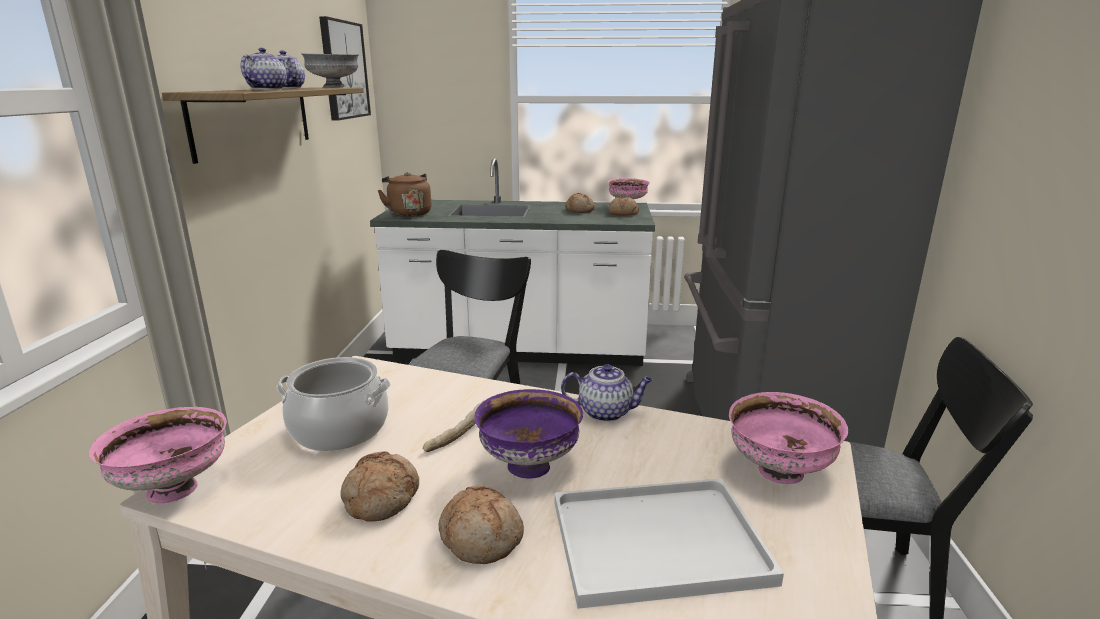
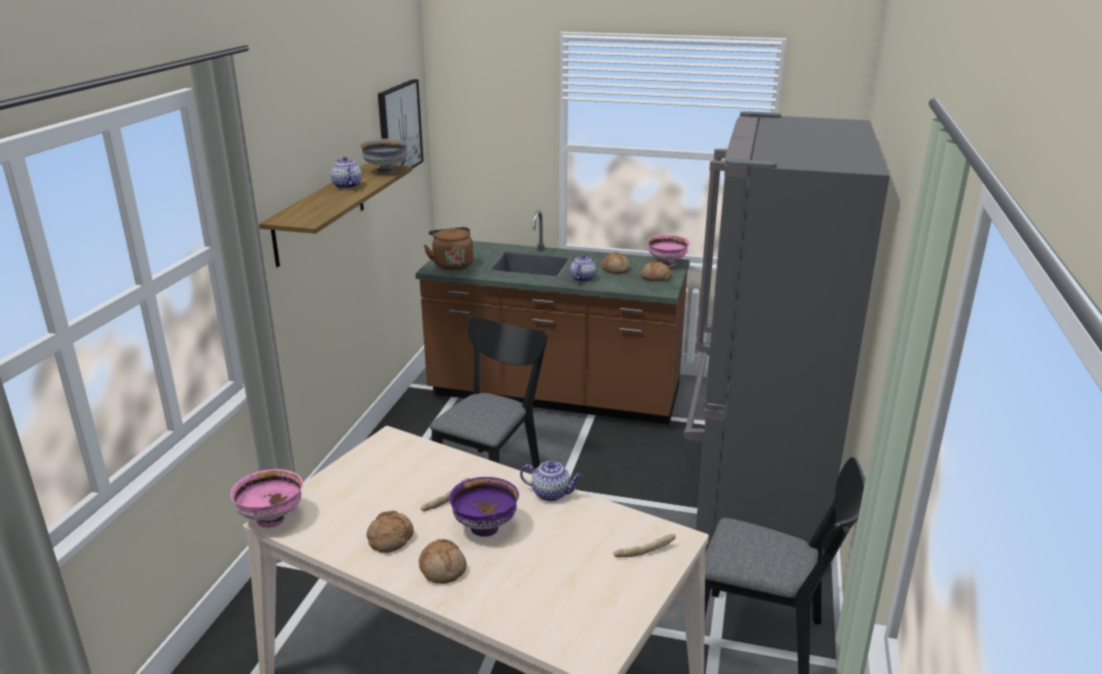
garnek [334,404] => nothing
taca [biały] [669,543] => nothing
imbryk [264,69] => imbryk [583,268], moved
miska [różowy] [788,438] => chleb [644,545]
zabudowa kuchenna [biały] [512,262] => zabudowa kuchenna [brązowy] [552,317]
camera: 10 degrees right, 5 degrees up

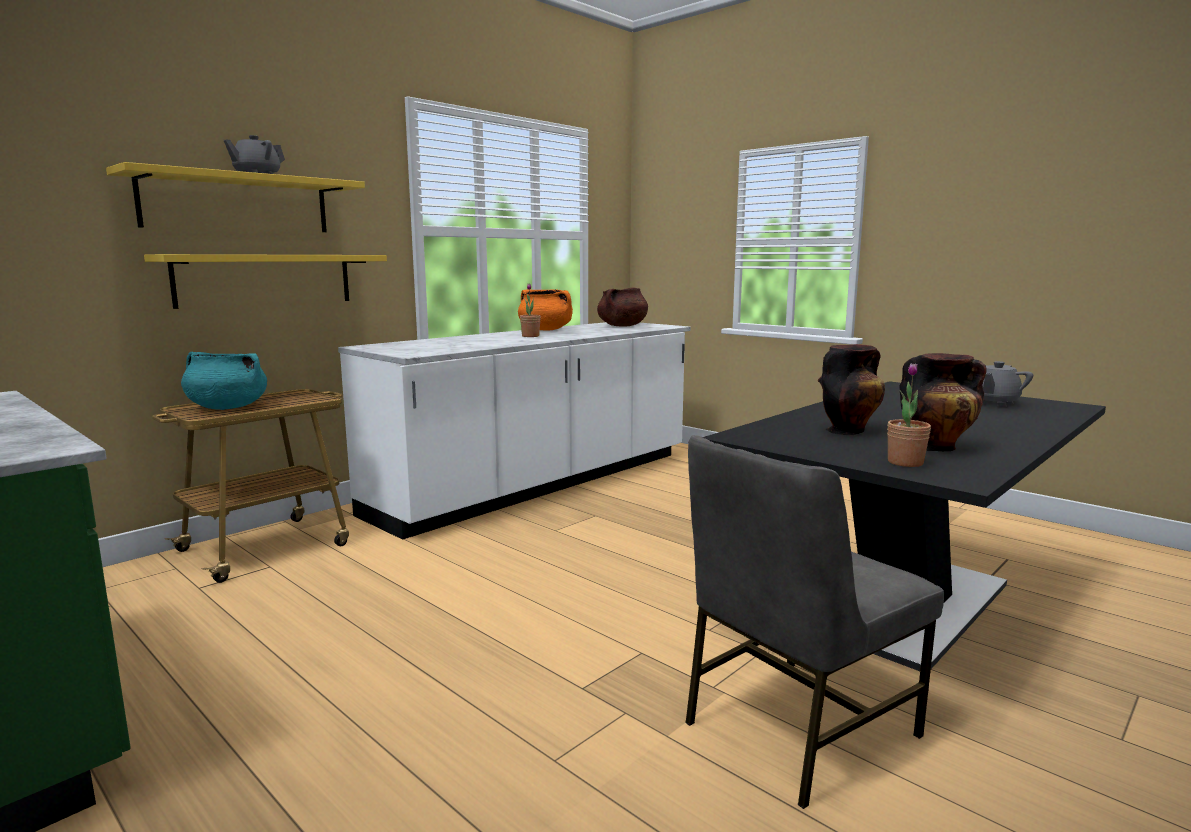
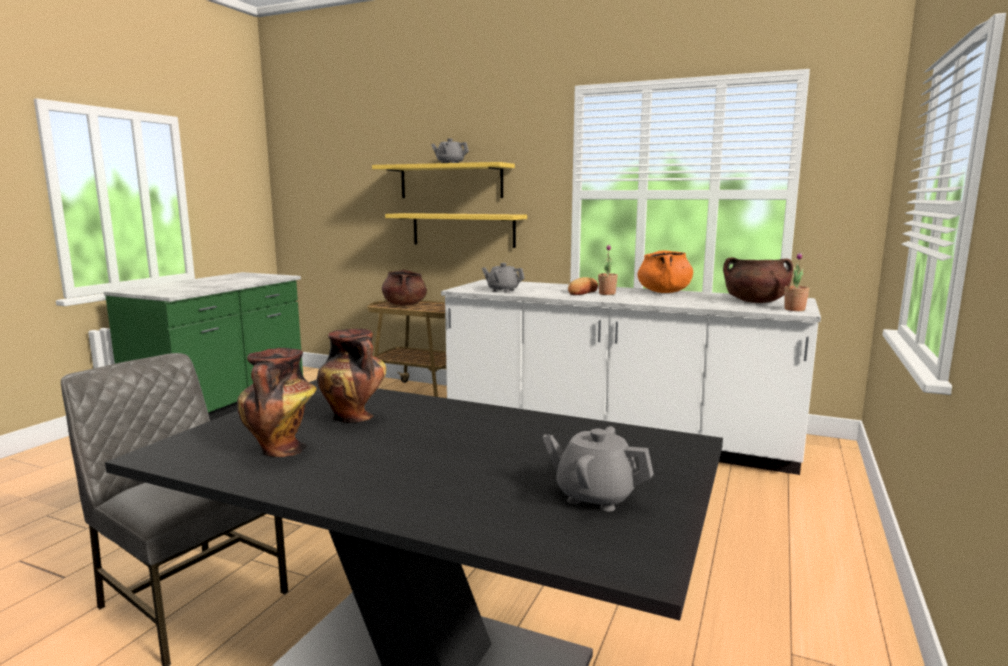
nothing => imbryk [szary] [503,278]
nothing => chleb [583,286]
roślina doniczkowa [909,415] => roślina doniczkowa [796,281], moved
garnek [turkusowy] [224,381] => garnek [brązowy] [404,287]
camera: 70 degrees right, 0 degrees up

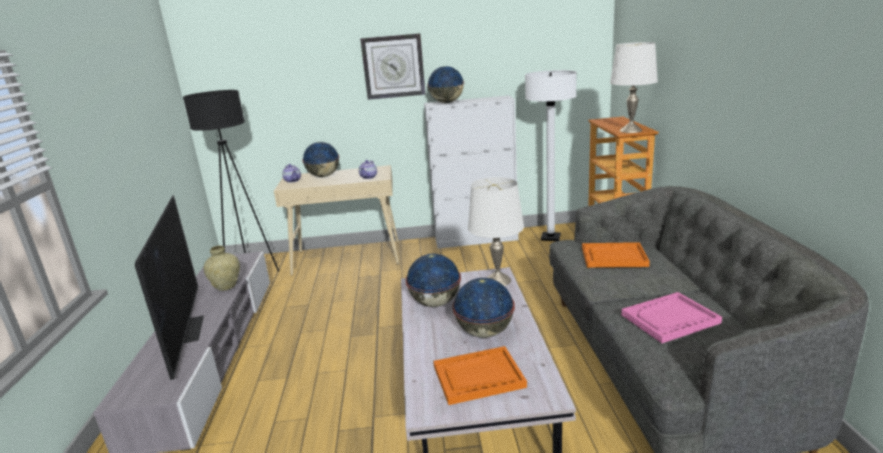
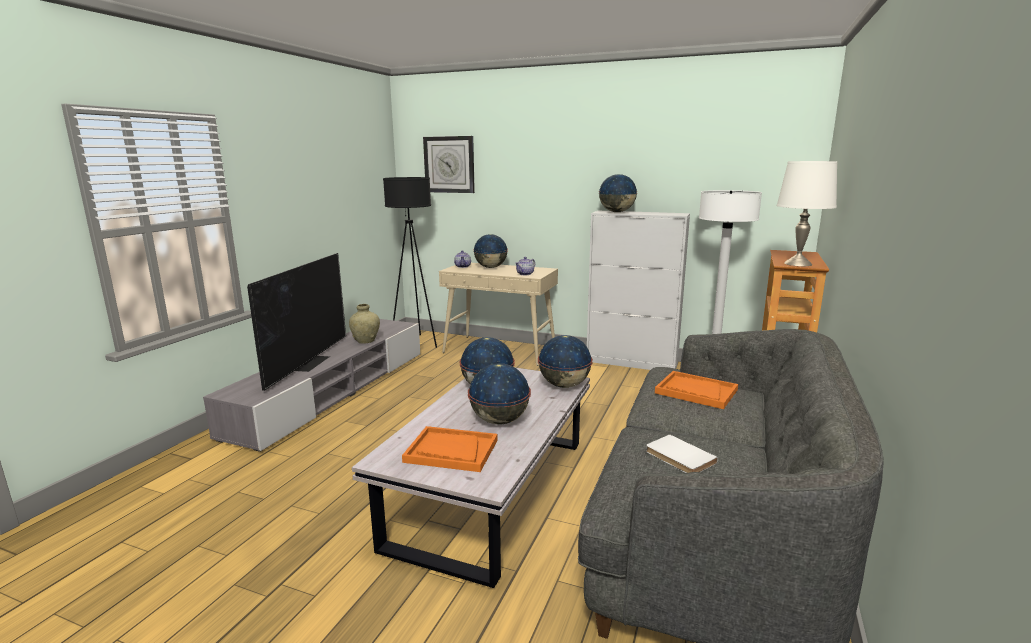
zegar ścienny [393,66] => zegar ścienny [449,164], moved
lampa stołowa [biały] [496,231] => globus [565,361]
taca [różowy] [671,317] => książka [biały] [682,453]
camera: 25 degrees right, 5 degrees down

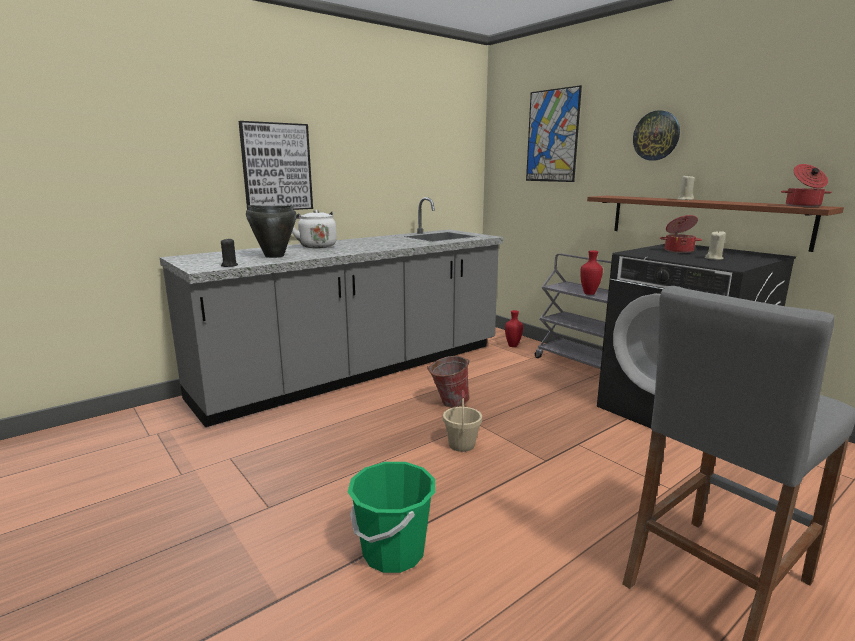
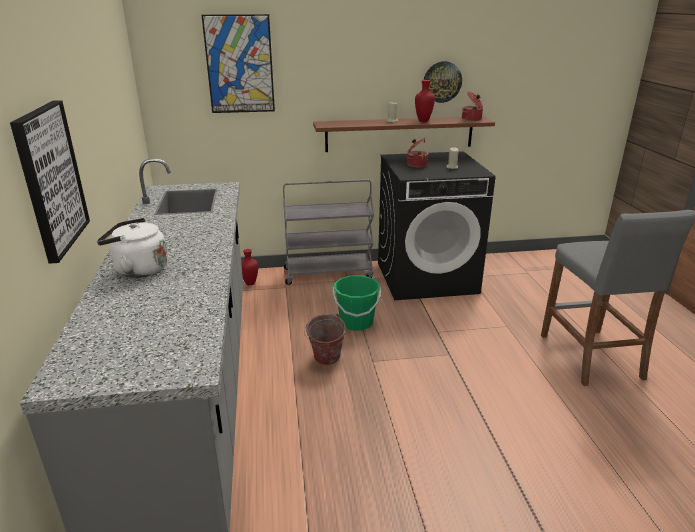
świeca [czarny] [229,252] => nothing
garnek [czarny] [271,231] => nothing
wiadro [beżowy] [462,421] => nothing
wiadro [zielony] [391,517] => wiadro [zielony] [357,303], moved
wazon [czerwony] [591,272] => wazon [czerwony] [425,101], moved
zegar ścienny [656,135] => zegar ścienny [443,82], moved
camera: 60 degrees left, 10 degrees up

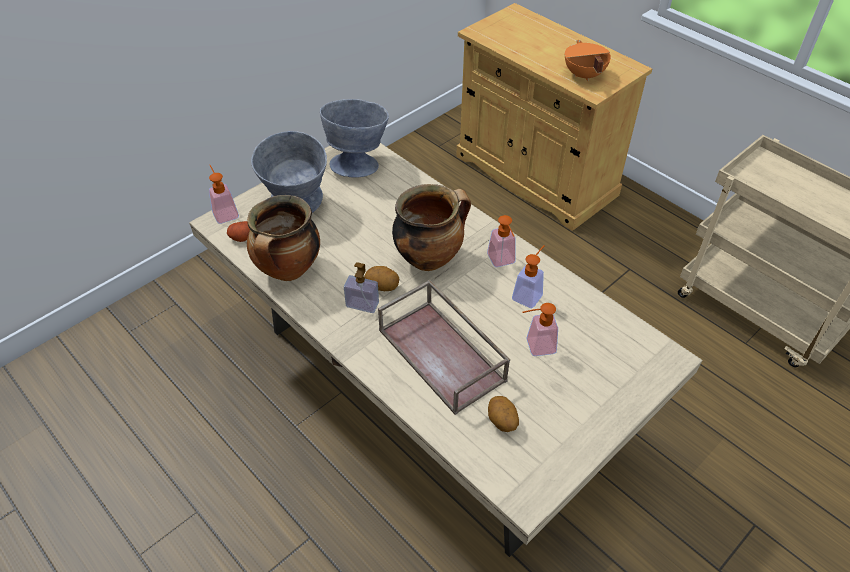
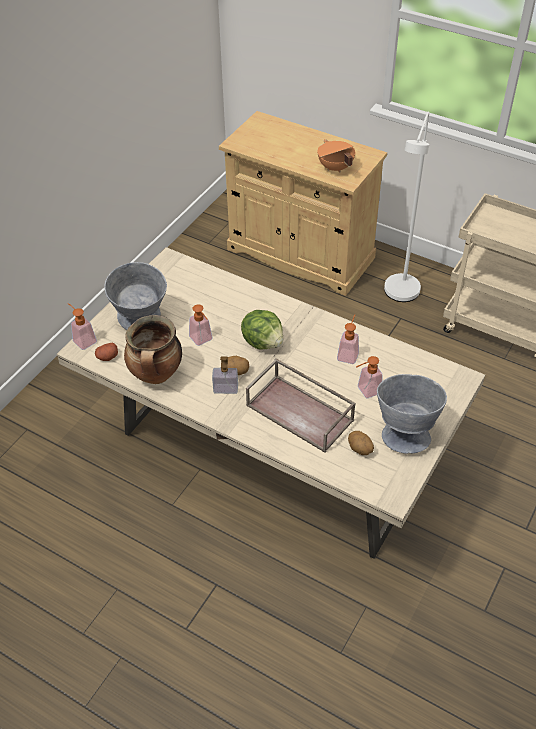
nothing => lampa stojąca [biały] [406,207]
miska [szary] [354,138] => miska [szary] [412,414], moved
dozownik mydła [501,241] => dozownik mydła [201,325], moved
garnek [431,227] => sałata [262,329]
camera: 15 degrees left, 0 degrees up

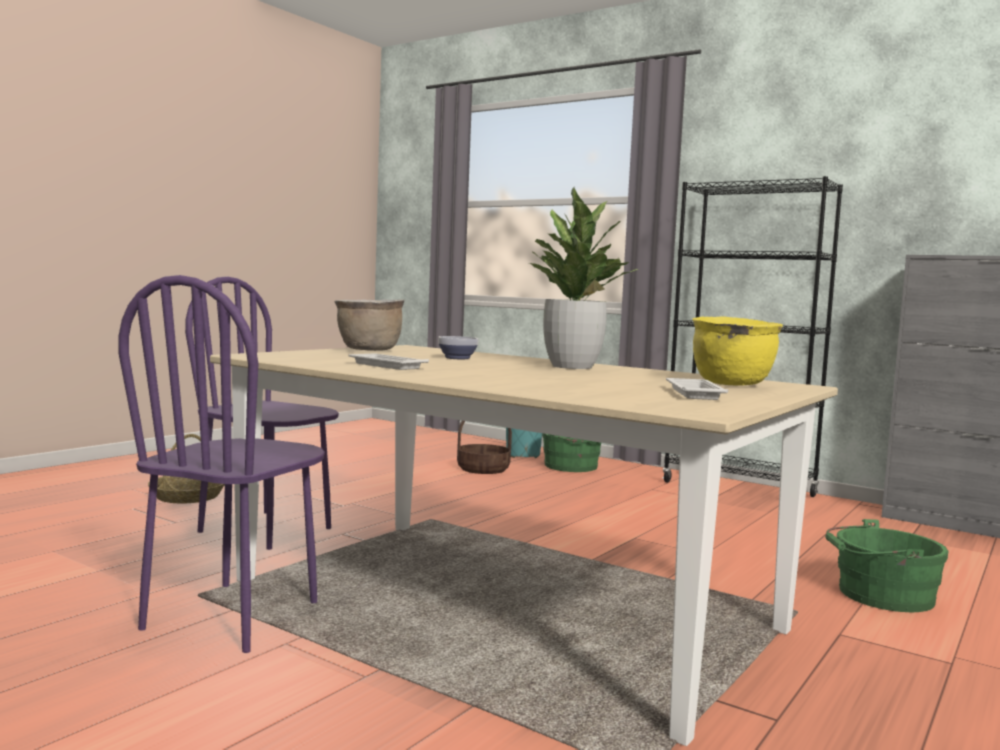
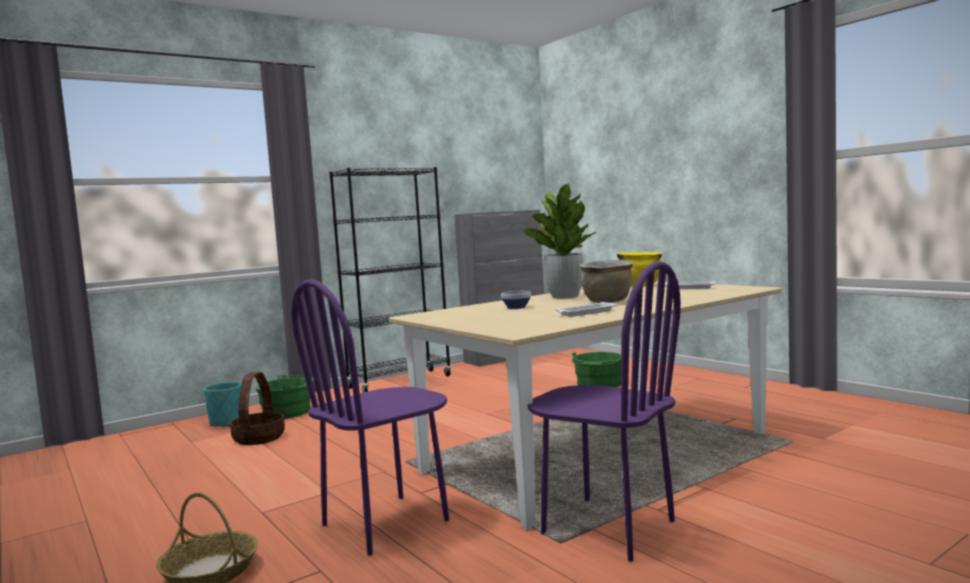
garnek [brązowy] [370,325] => garnek [brązowy] [606,281], moved
camera: 70 degrees left, 0 degrees up

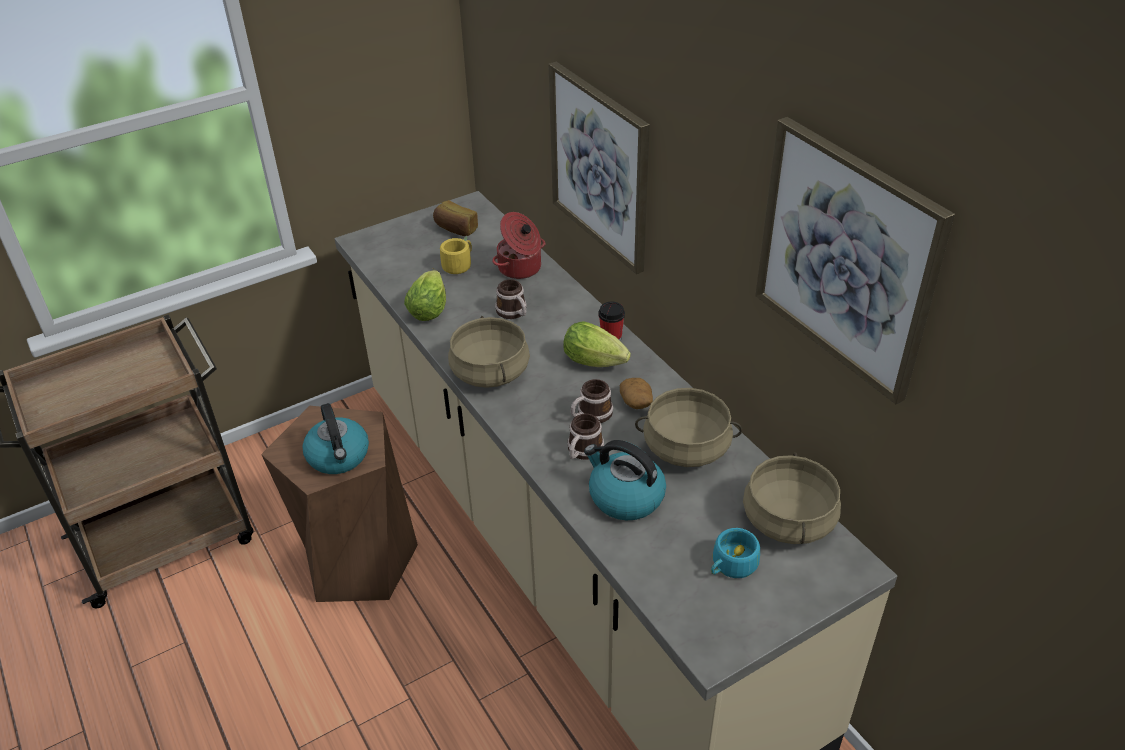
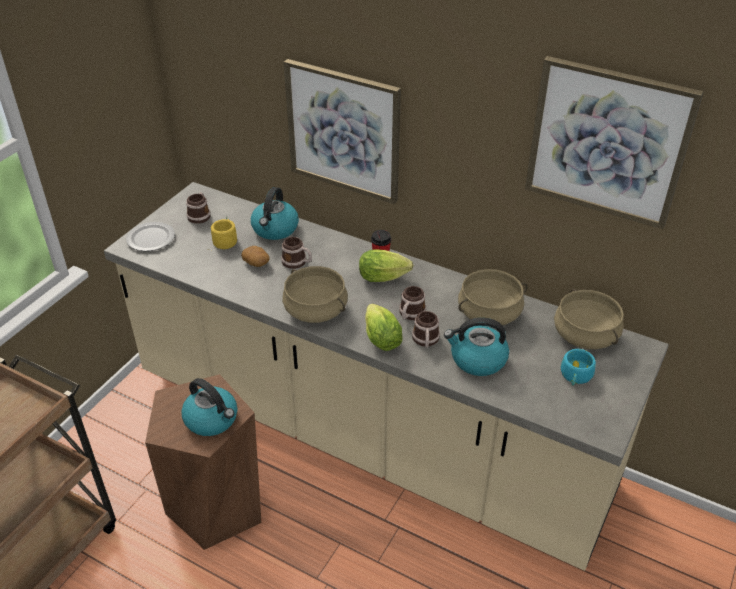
nothing => talerz [150,236]
sałata [425,295] => sałata [384,327], moved
ziemniak [636,393] => ziemniak [255,256], moved
chleb [455,218] => kubek [198,208]
garnek [518,245] => czajnik [275,213]
camera: 30 degrees left, 0 degrees up

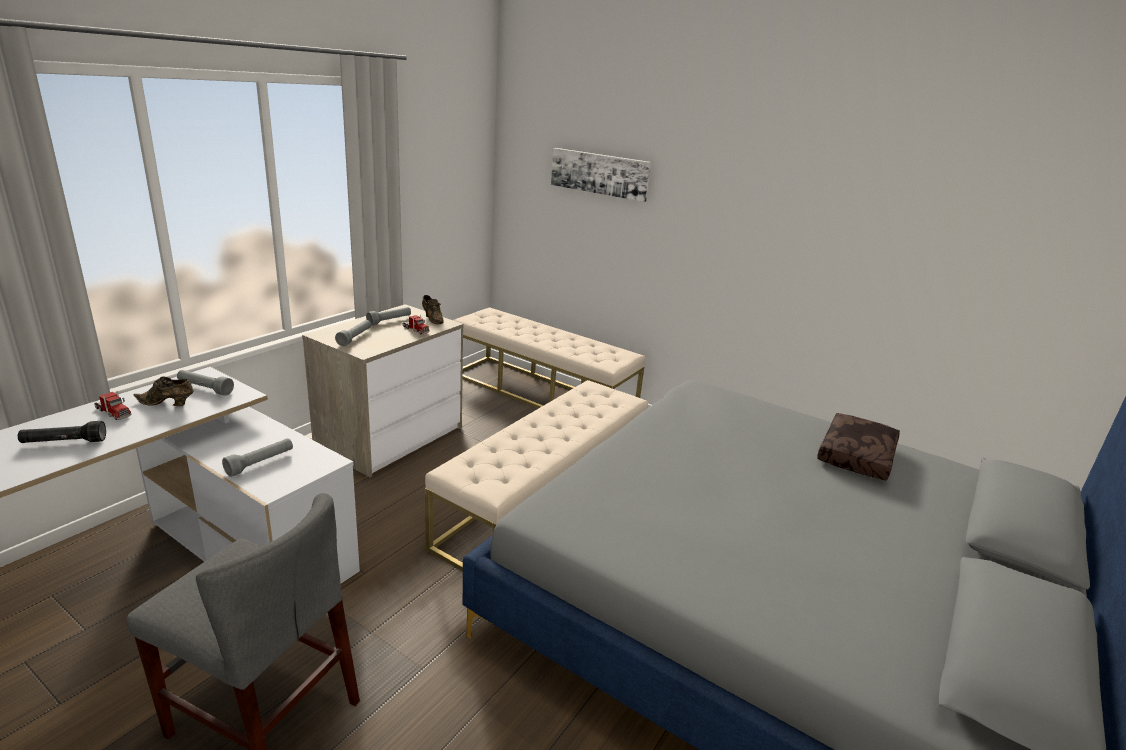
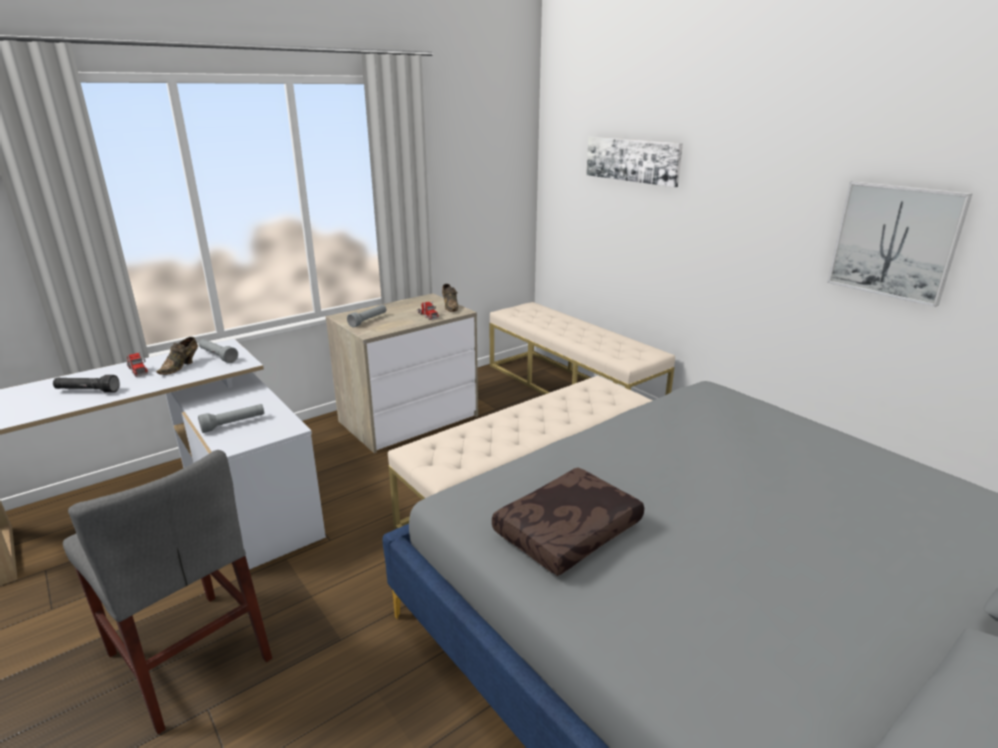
latarka [szary] [388,316] => nothing
nothing => obraz [900,244]
poduszka [brązowy] [858,447] => poduszka [brązowy] [568,522], moved
but [brązowy] [163,391] => but [brązowy] [177,356], 90 degrees counterclockwise
camera: 20 degrees right, 0 degrees up

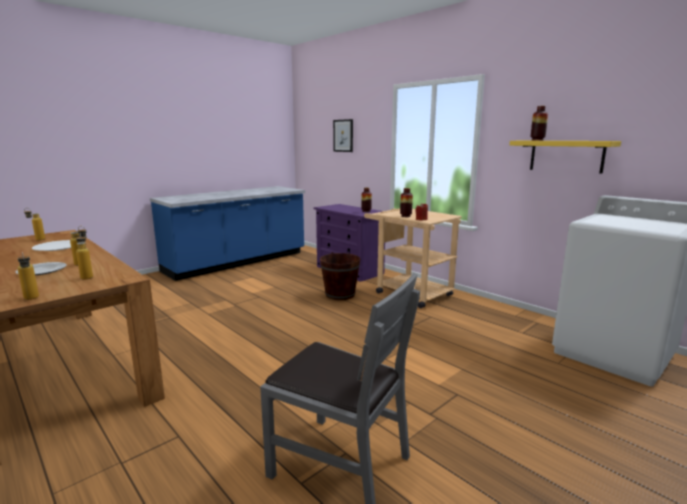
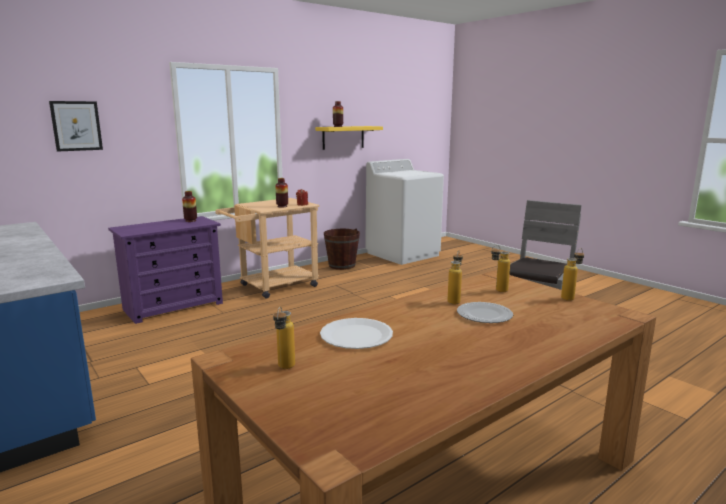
wiadro [brązowy] [340,276] => wiadro [brązowy] [342,249], moved
camera: 85 degrees left, 0 degrees up

